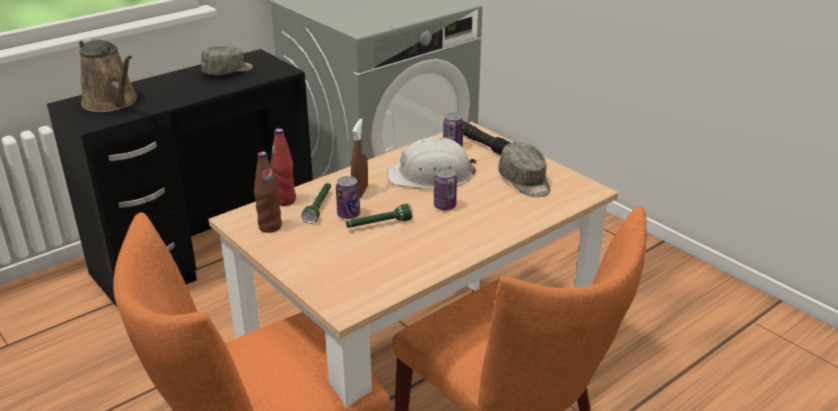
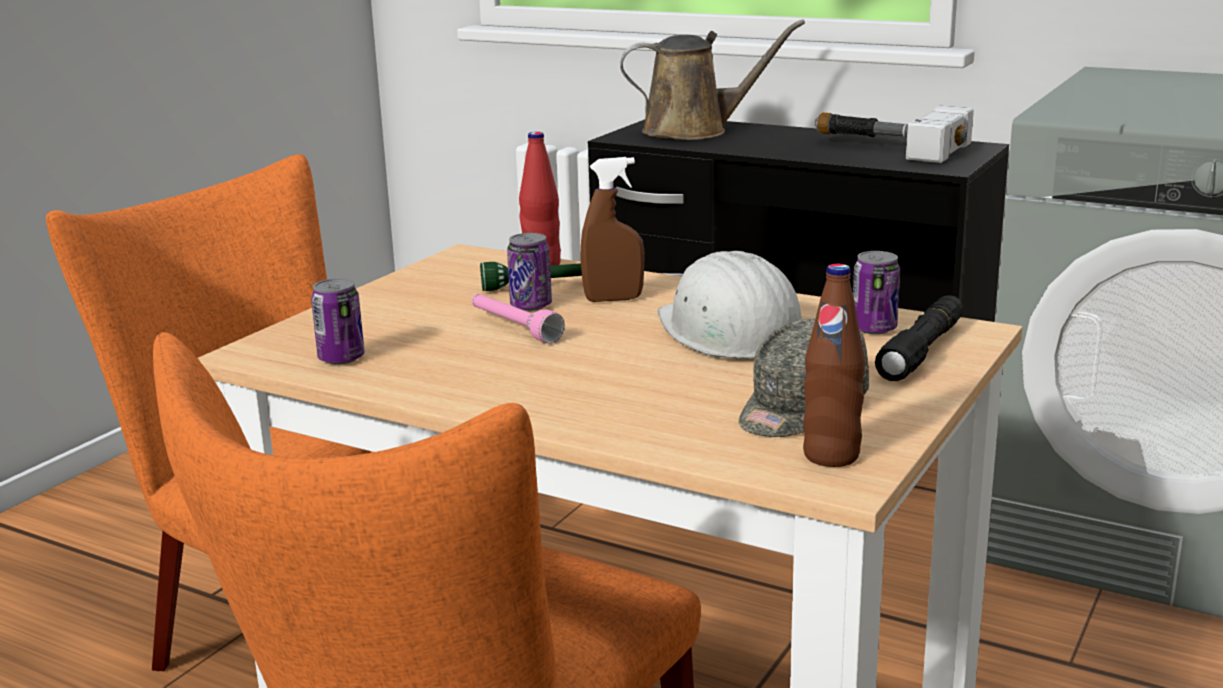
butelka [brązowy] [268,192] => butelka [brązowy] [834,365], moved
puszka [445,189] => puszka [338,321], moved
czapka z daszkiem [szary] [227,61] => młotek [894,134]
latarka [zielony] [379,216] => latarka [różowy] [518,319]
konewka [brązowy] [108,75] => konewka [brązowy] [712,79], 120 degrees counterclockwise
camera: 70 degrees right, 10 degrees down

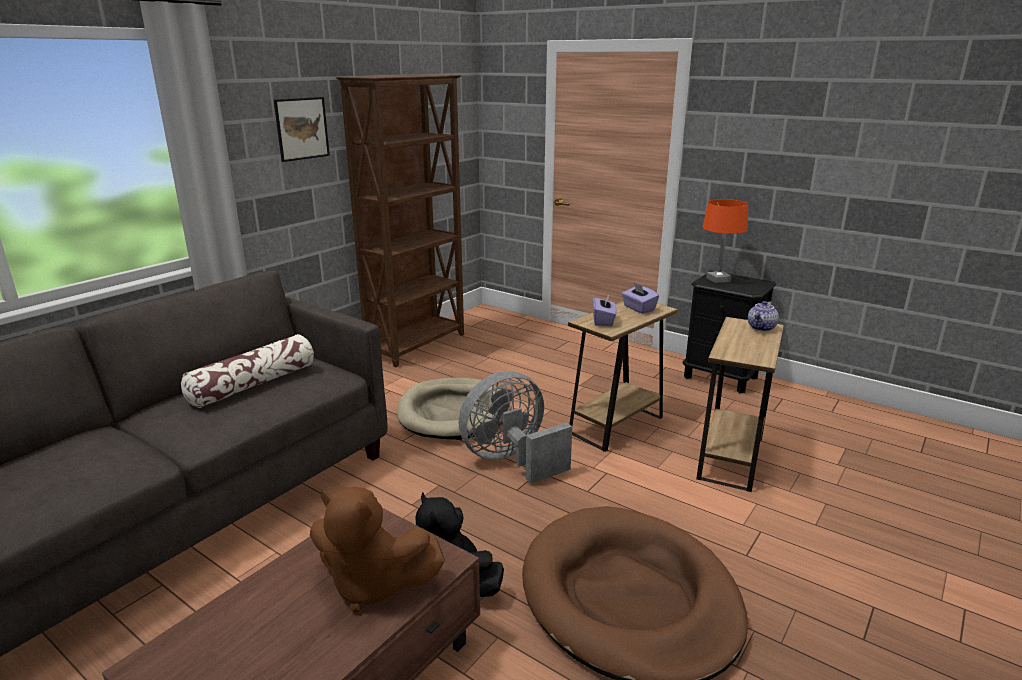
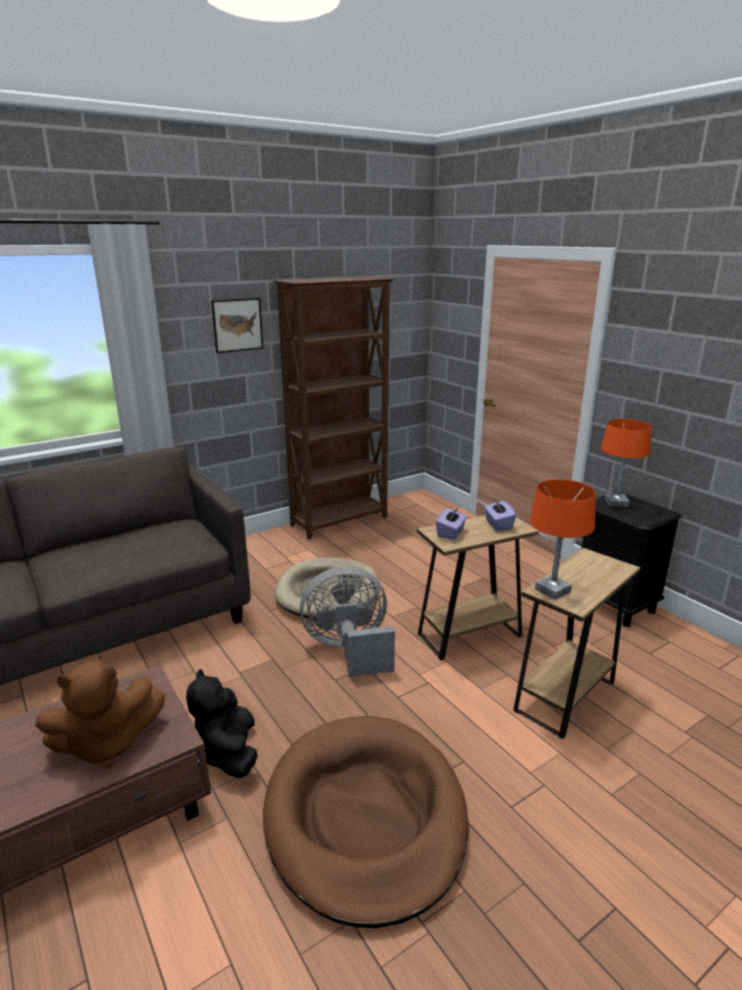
poduszka [247,371] => nothing
imbryk [763,316] => nothing
nothing => lampa stołowa [pomarańczowy] [562,539]
pluszak [brązowy] [377,550] => pluszak [brązowy] [100,714], 60 degrees counterclockwise
camera: 20 degrees right, 0 degrees up

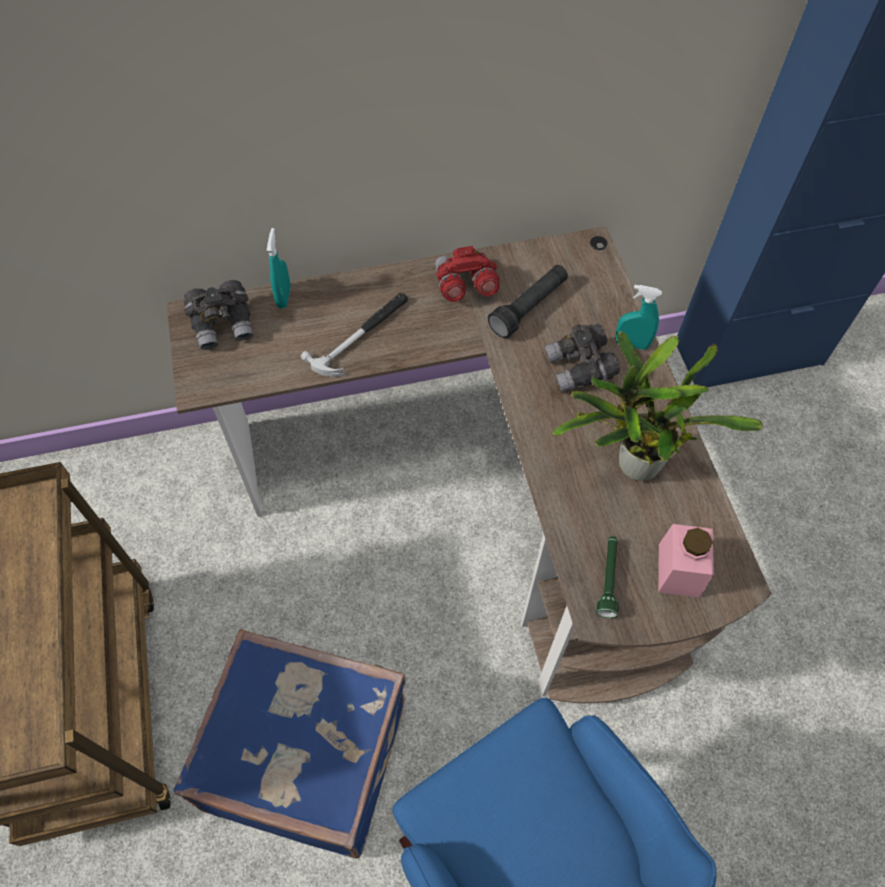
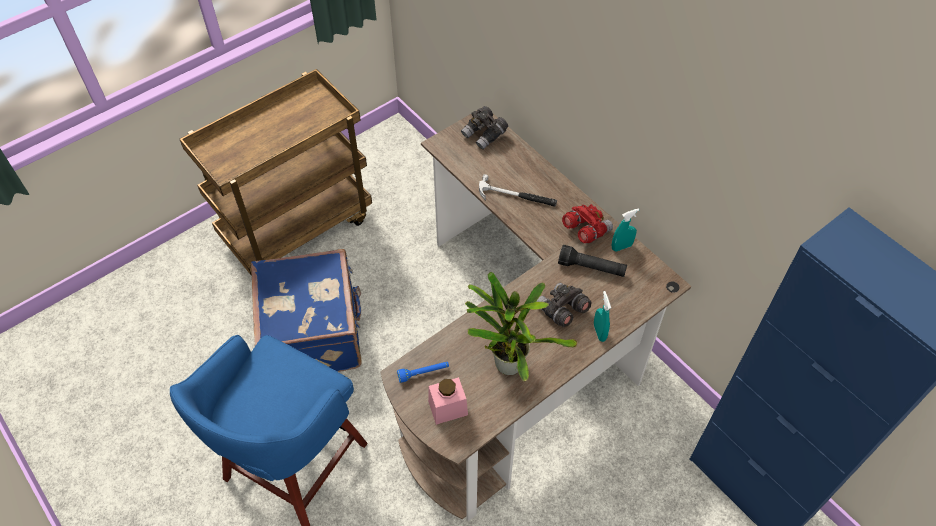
spryskiwacz [turkusowy] [279,268] => spryskiwacz [turkusowy] [625,230], moved
latarka [zielony] [607,577] => latarka [niebieski] [423,372]
camera: 65 degrees right, 5 degrees down

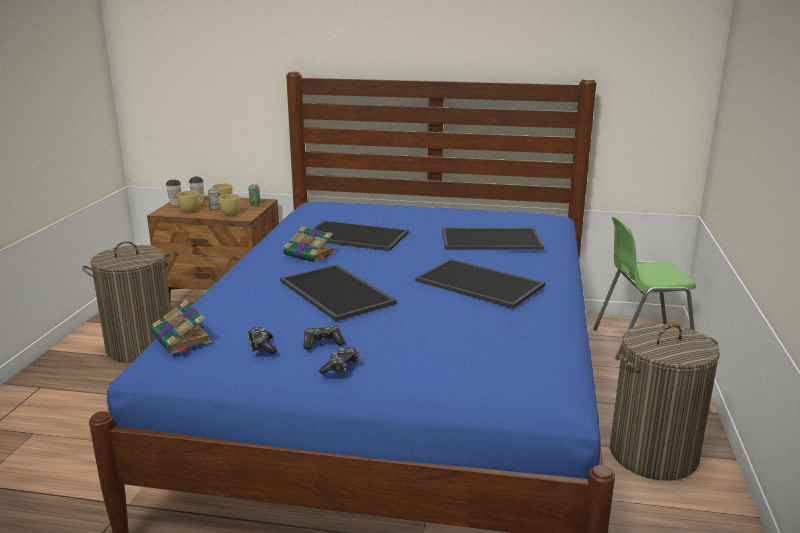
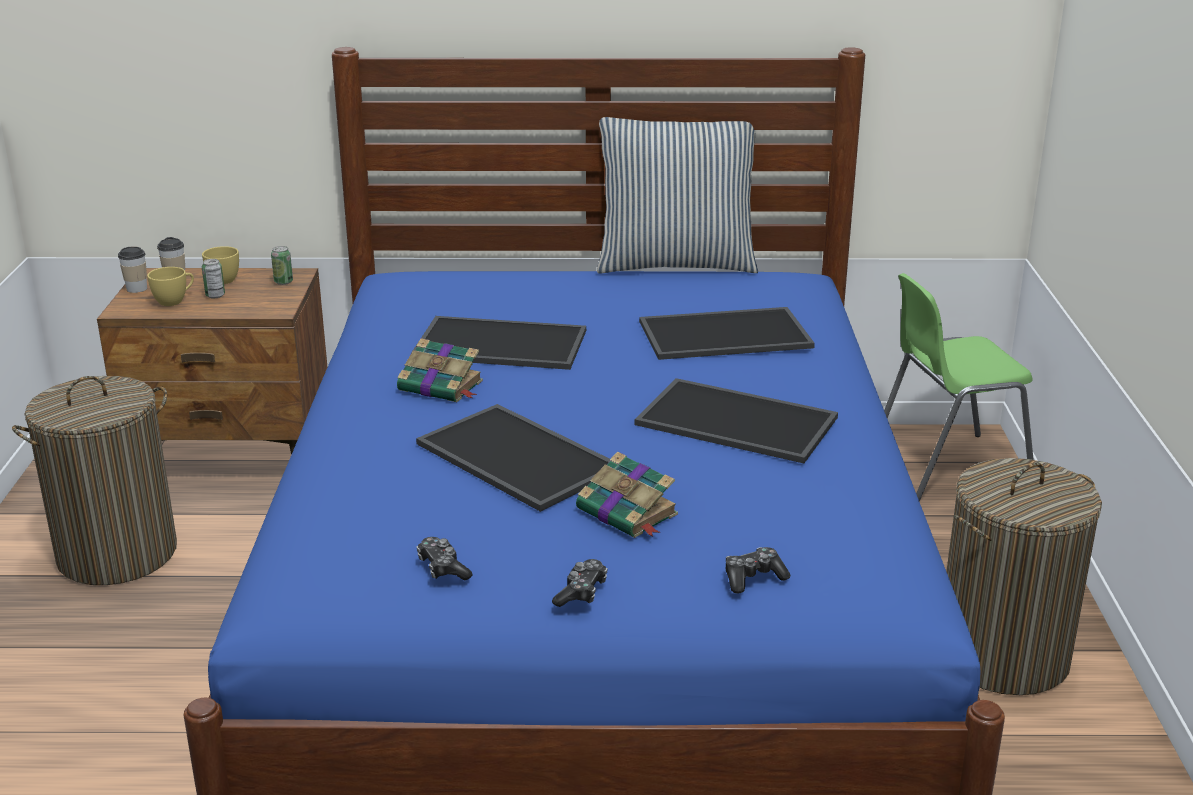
filiżanka [żółty] [229,205] => nothing
nothing => poduszka [677,195]
książka [181,327] => książka [627,494], moved
pad do gier [324,337] => pad do gier [758,570], moved
camera: 10 degrees left, 5 degrees up

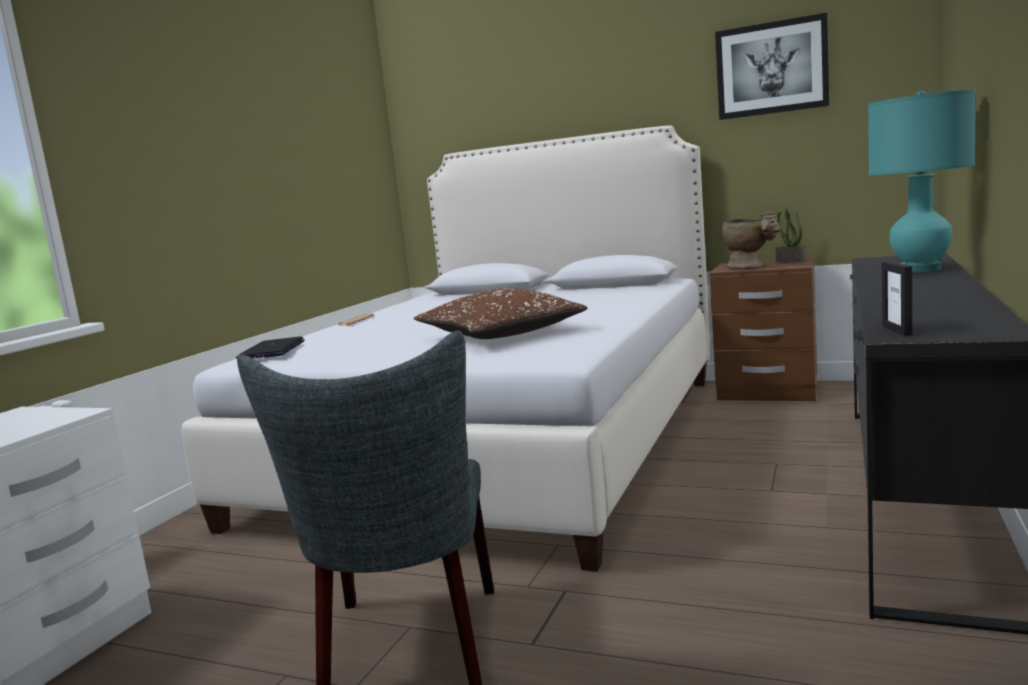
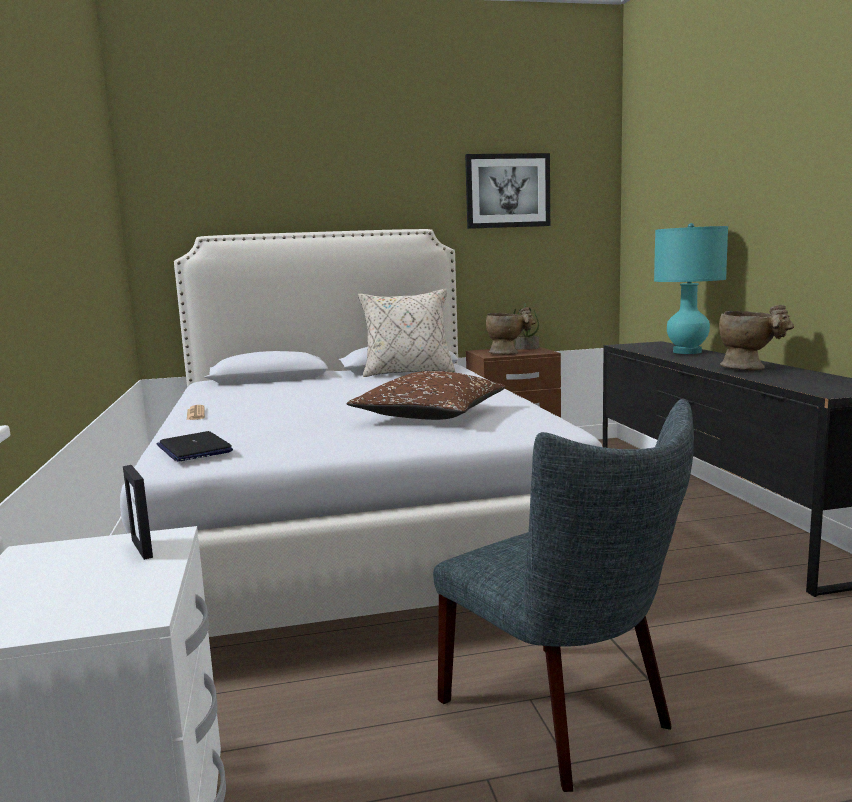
nothing => poduszka [beżowy] [406,333]
nothing => wazon [beżowy] [756,337]
ramka na zdjęcie [897,298] => ramka na zdjęcie [138,512], moved
camera: 35 degrees left, 0 degrees up

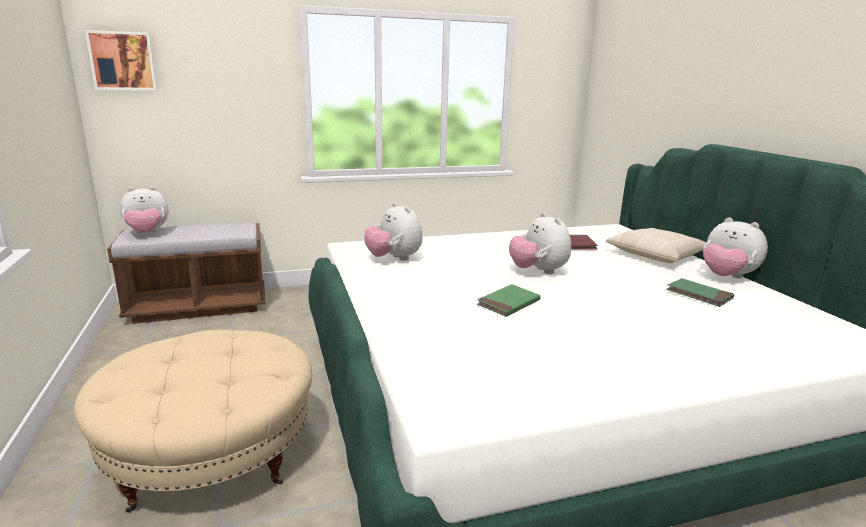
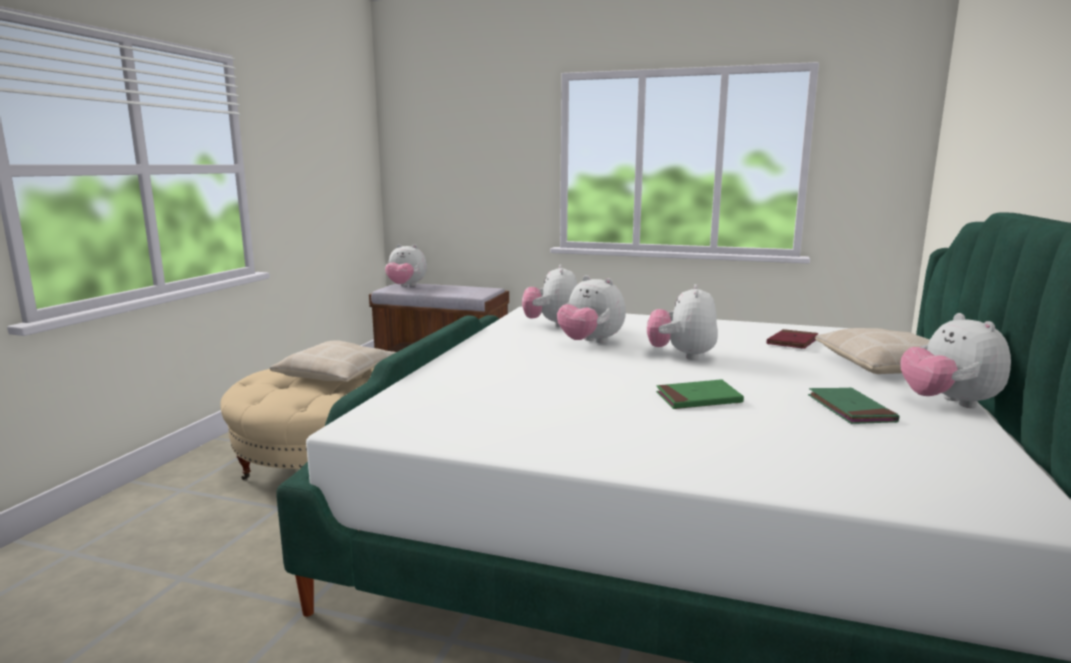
obraz [121,60] => nothing
nothing => poduszka [beżowy] [333,361]
nothing => pluszak [591,309]
książka [zielony] [509,300] => książka [zielony] [700,394], moved
camera: 35 degrees right, 5 degrees down

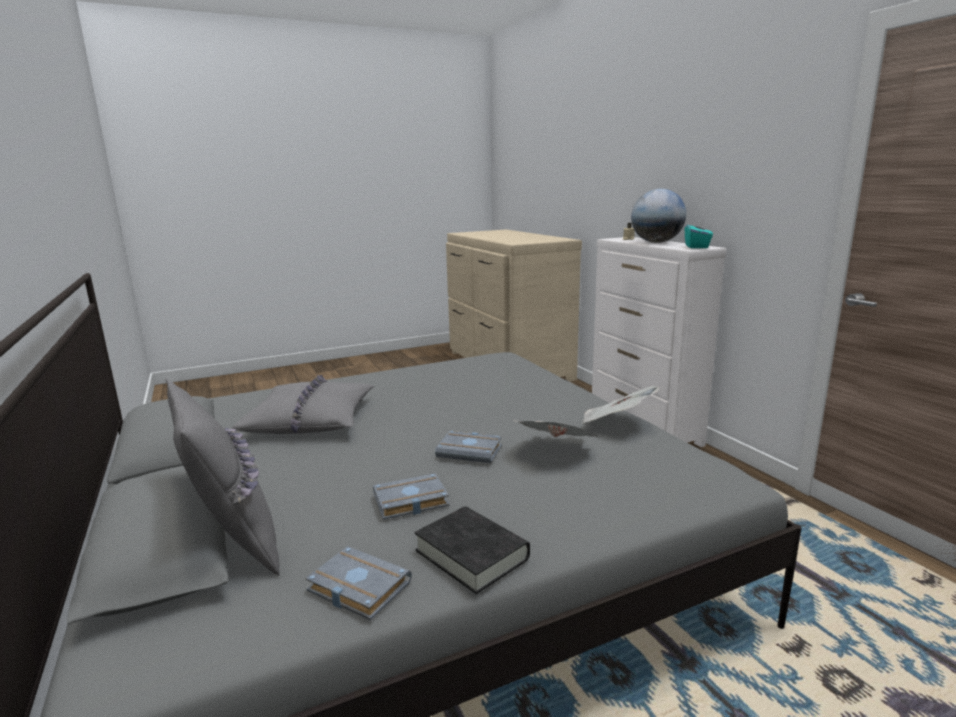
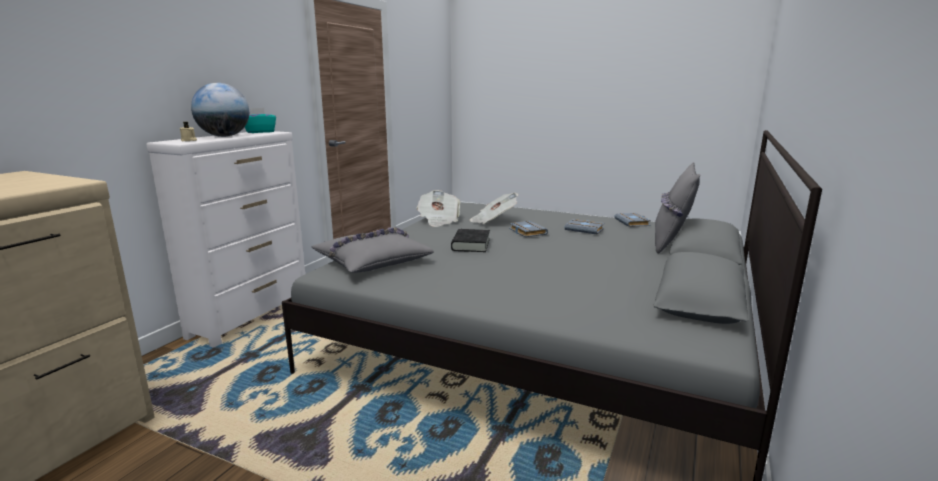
poduszka [szary] [303,404] => poduszka [szary] [372,250], moved
książka [czarny] [472,550] => książka [czarny] [470,240], moved
camera: 130 degrees left, 0 degrees up

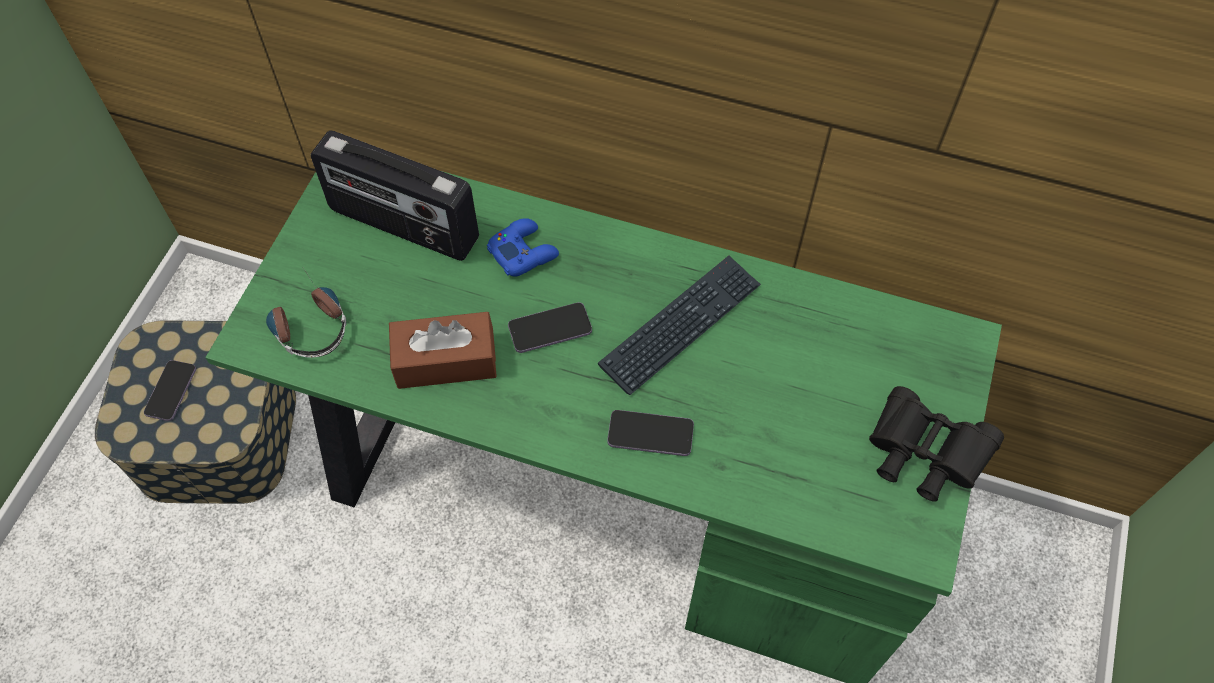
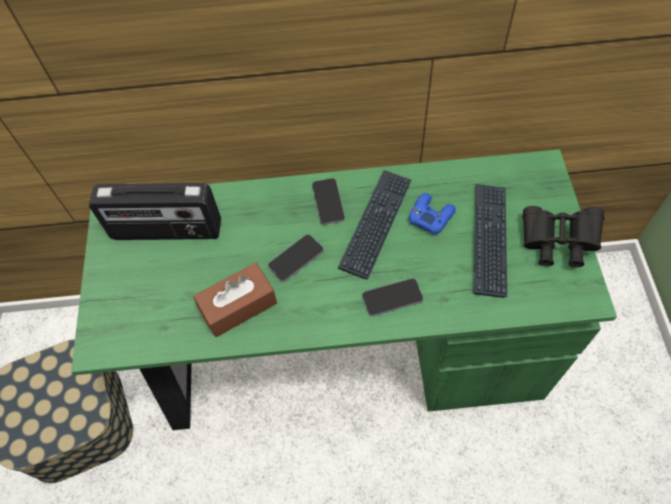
słuchawki [306,313] => nothing
nothing => klawiatura [490,241]
telefon [170,390] => telefon [328,201], moved
pad do gier [niebieski] [523,247] => pad do gier [niebieski] [432,213], moved
camera: 20 degrees left, 0 degrees up

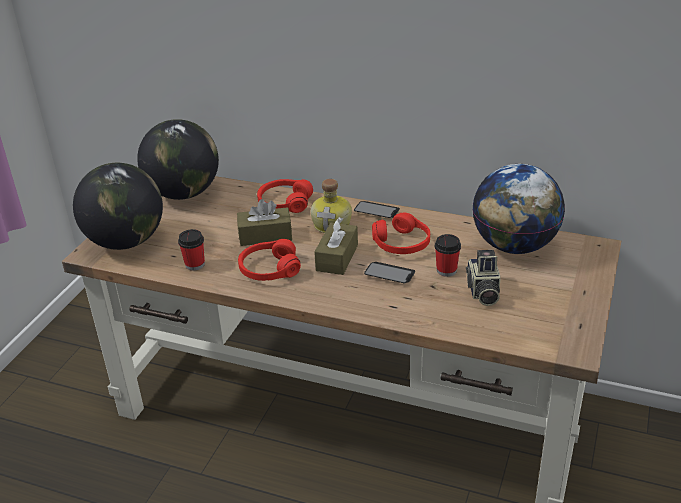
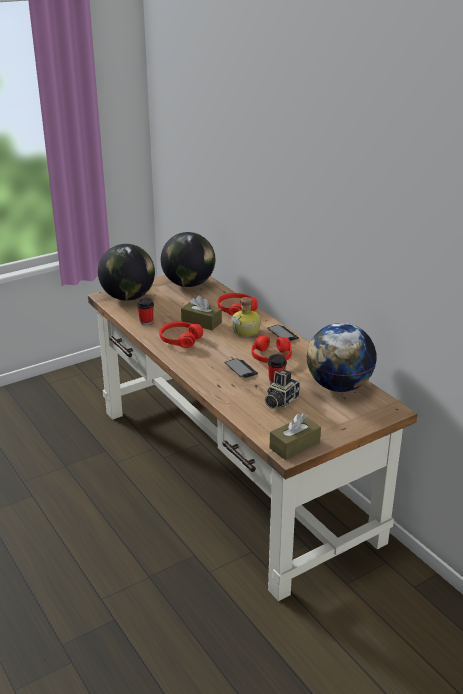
pudełko chusteczek [brązowy] [336,246] => pudełko chusteczek [brązowy] [295,436], moved
camera: 35 degrees right, 5 degrees down

